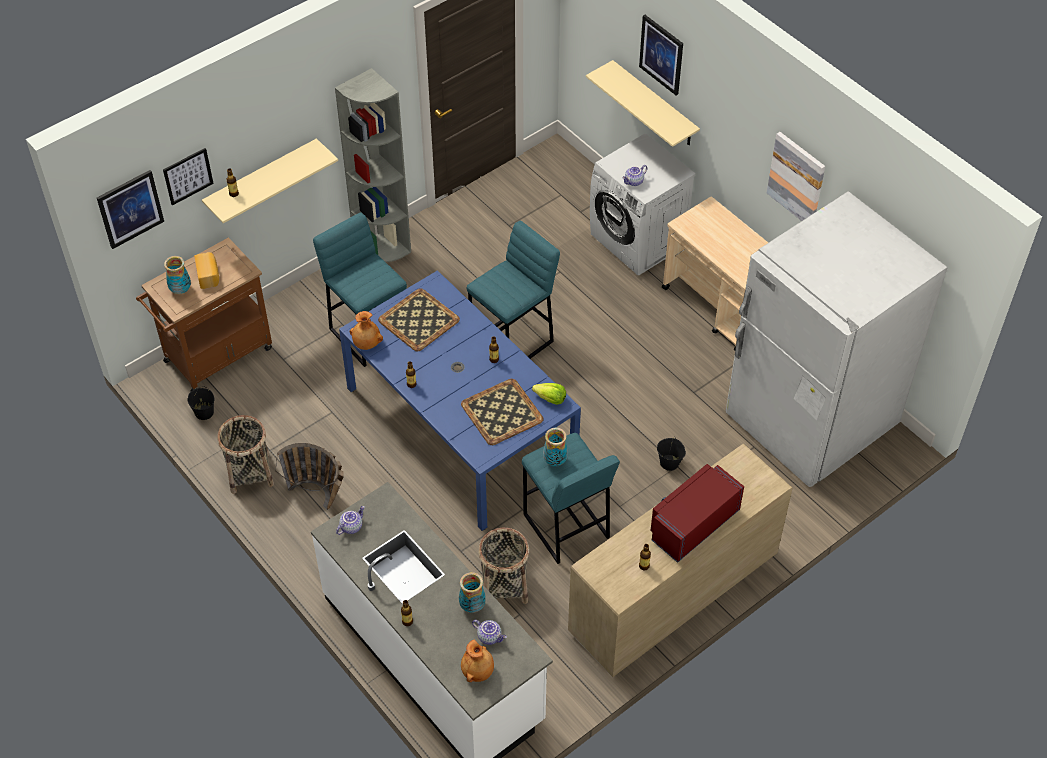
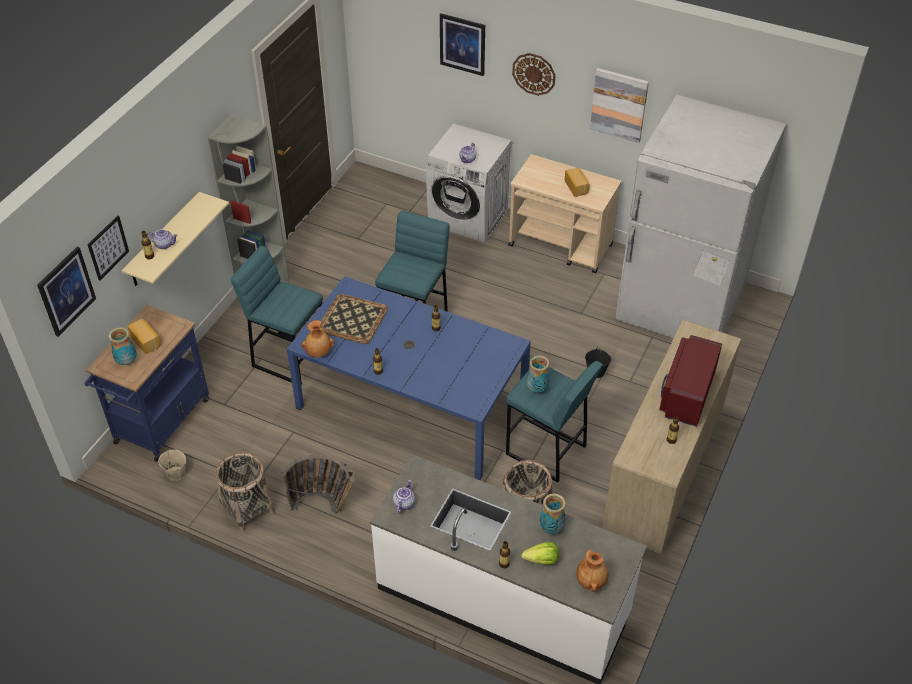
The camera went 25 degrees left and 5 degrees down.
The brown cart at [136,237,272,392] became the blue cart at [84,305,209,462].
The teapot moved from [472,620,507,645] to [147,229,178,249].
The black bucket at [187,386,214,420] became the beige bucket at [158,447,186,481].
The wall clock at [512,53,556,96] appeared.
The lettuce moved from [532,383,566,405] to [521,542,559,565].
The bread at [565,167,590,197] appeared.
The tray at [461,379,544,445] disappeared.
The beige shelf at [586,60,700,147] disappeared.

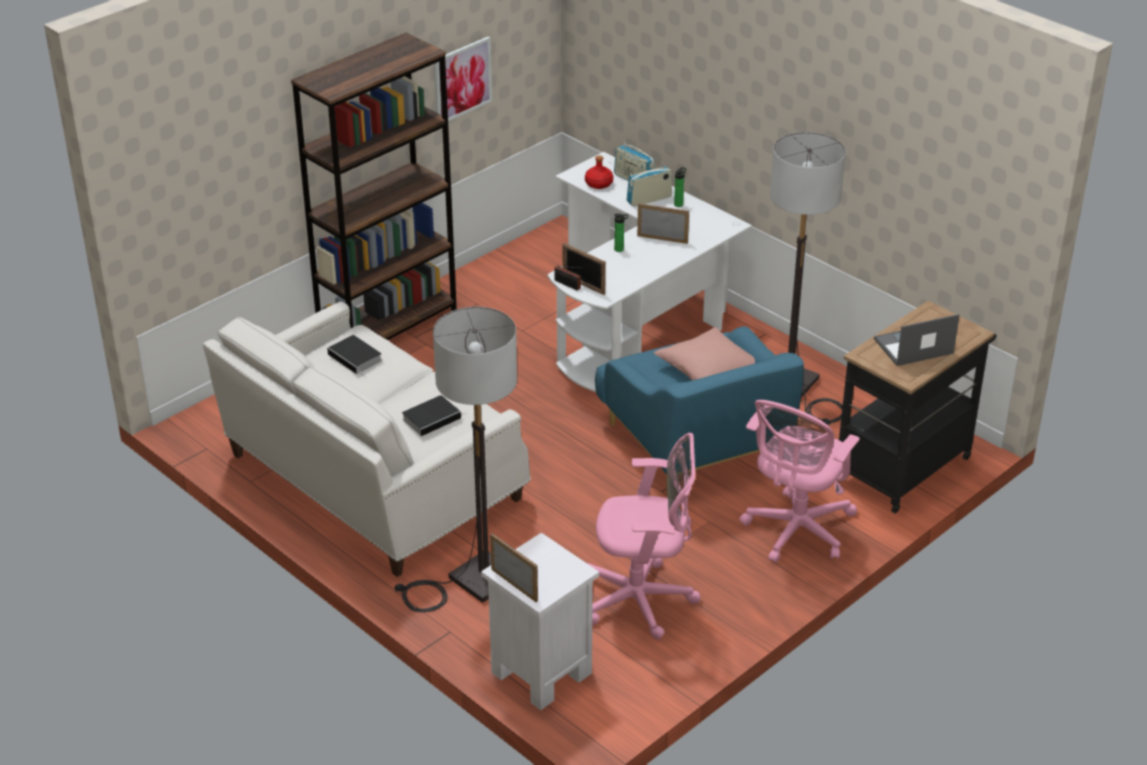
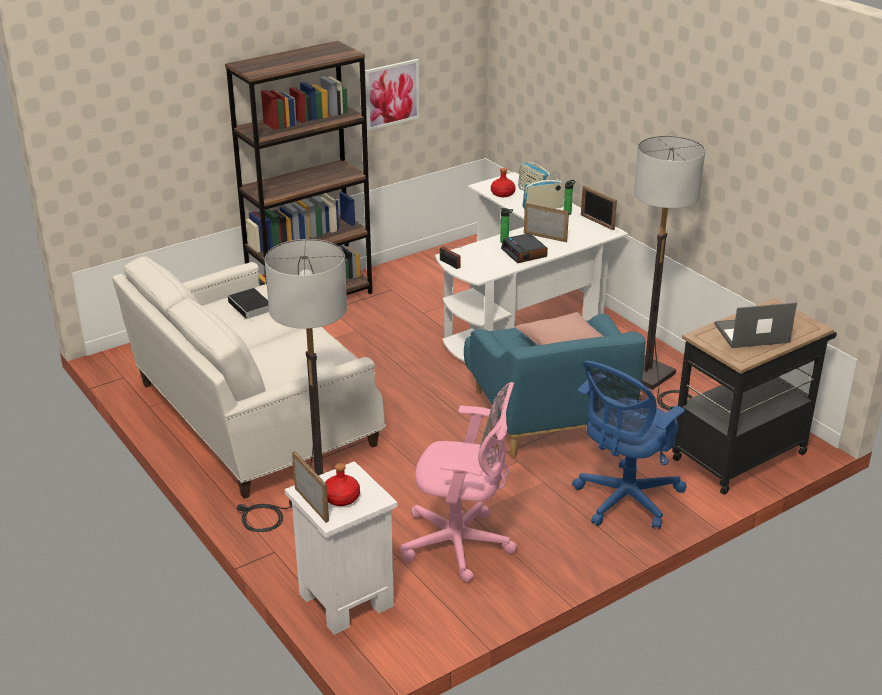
The camera went 10 degrees right and 5 degrees down.
The red bottle at [325,463,360,506] appeared.
The alarm clock at [501,233,548,263] appeared.
The pink office chair at [739,400,860,563] became the blue office chair at [572,361,686,529].
The picture frame moved from [563,243,606,295] to [581,186,617,230].
The book at [402,395,465,436] disappeared.

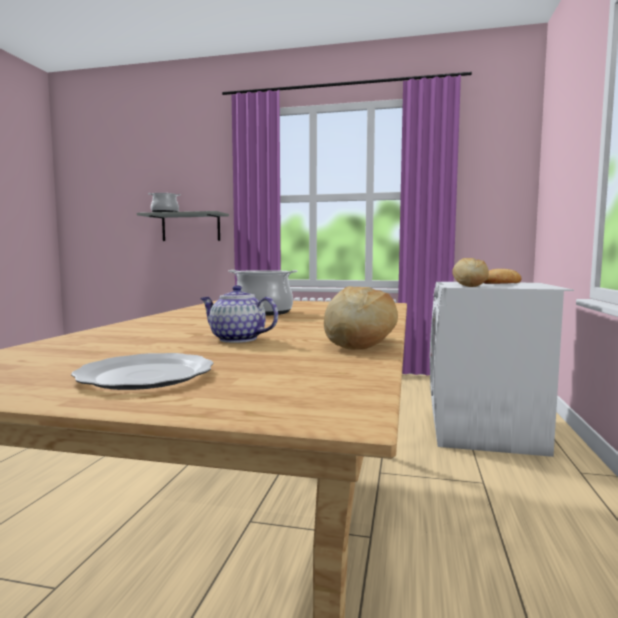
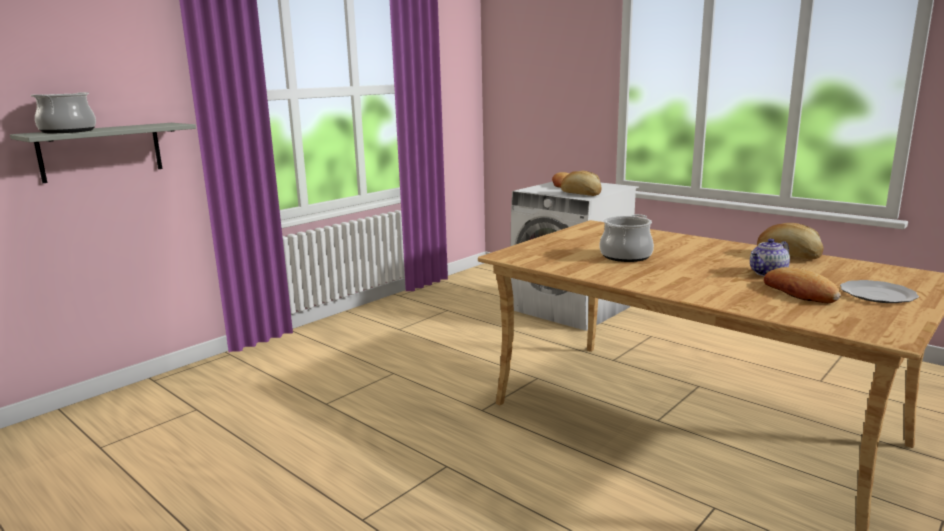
The camera went 60 degrees left and 10 degrees up.
The bread at [764,267,841,303] appeared.

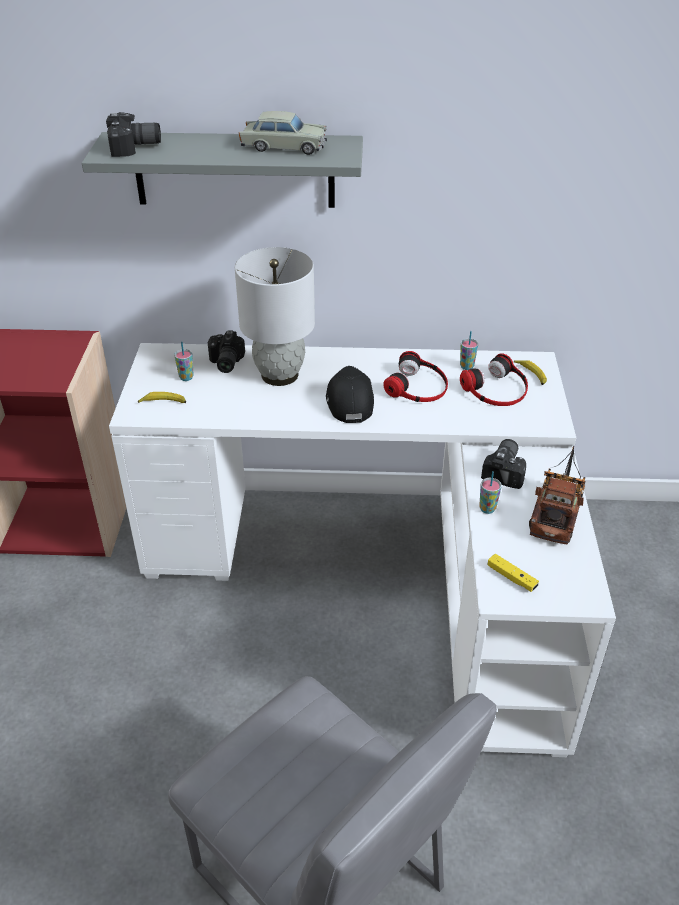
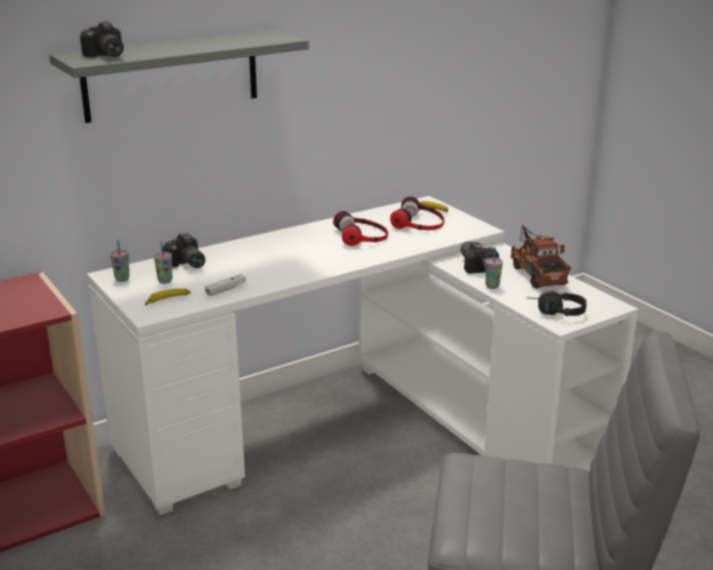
The camera went 35 degrees left and 15 degrees down.
The photo camera at [106,112,161,157] turned 105 degrees clockwise.
The cup moved from [460,331,478,370] to [110,240,129,282].
The white game controller at [205,274,246,296] appeared.
The yellow game controller at [488,554,539,592] was replaced by the black headphones at [526,291,587,316].
The white table lamp at [235,247,315,386] disappeared.
The beige toy car at [239,111,327,155] disappeared.
The black cap at [326,366,374,423] disappeared.

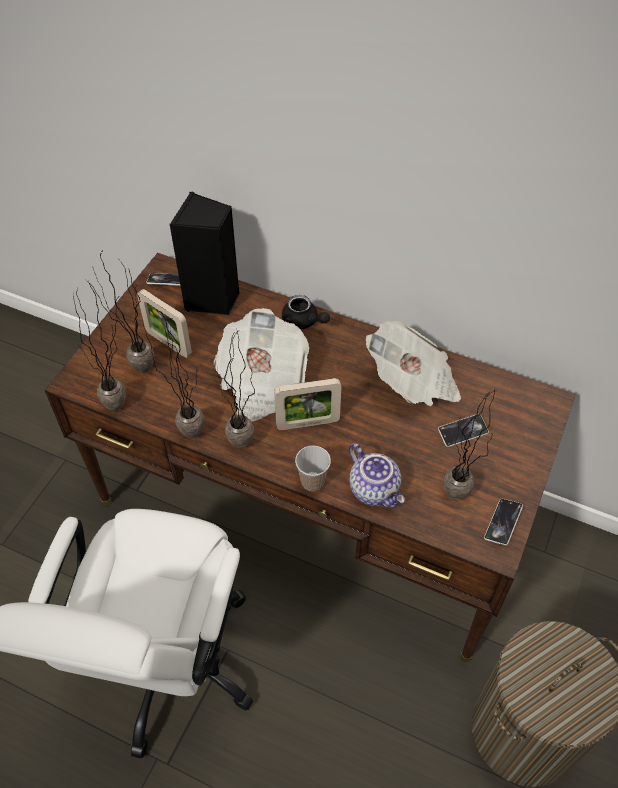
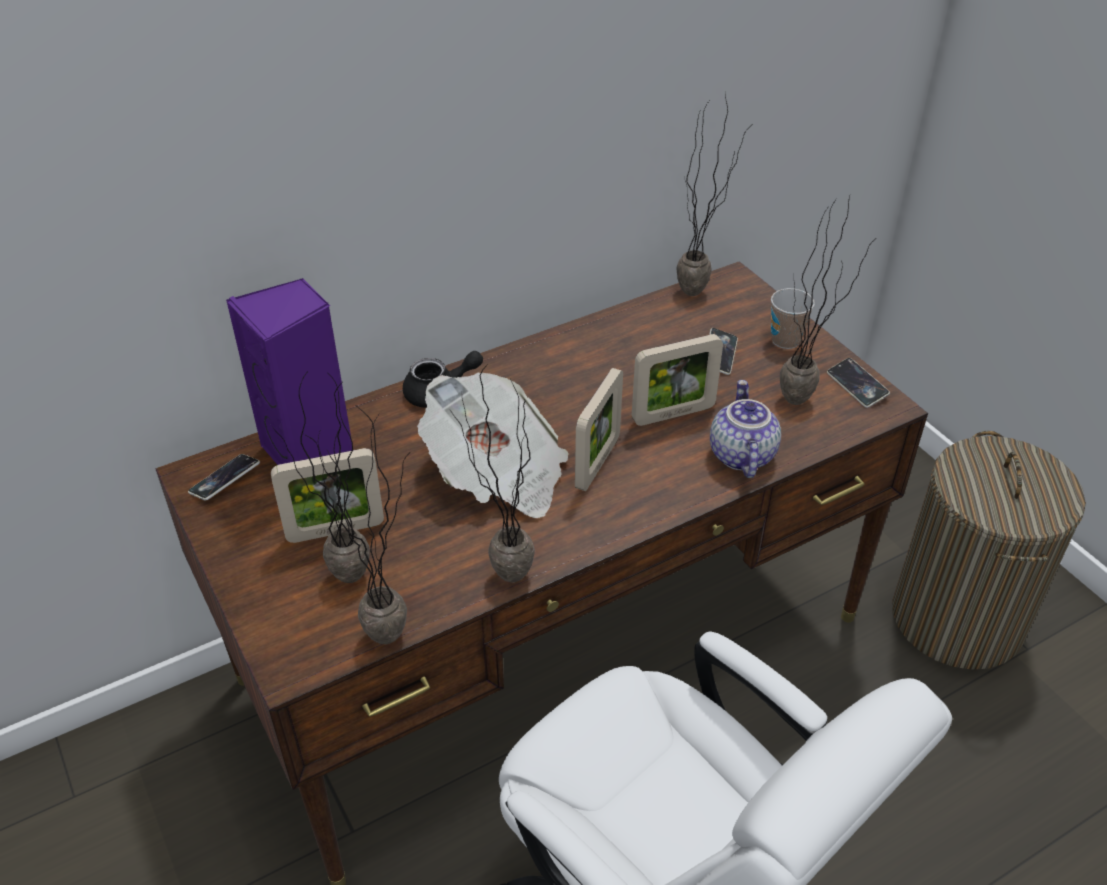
The camera went 55 degrees left and 10 degrees down.
The black speaker at [170,192,240,315] became the purple speaker at [226,278,352,465].
The picture frame at [632,334,723,426] appeared.
The potted plant moved from [217,331,255,448] to [676,94,750,296].
The teapot at [349,443,405,508] turned 90 degrees counterclockwise.
The cup moved from [295,445,331,491] to [771,288,815,349].
The newspaper at [366,321,461,406] disappeared.

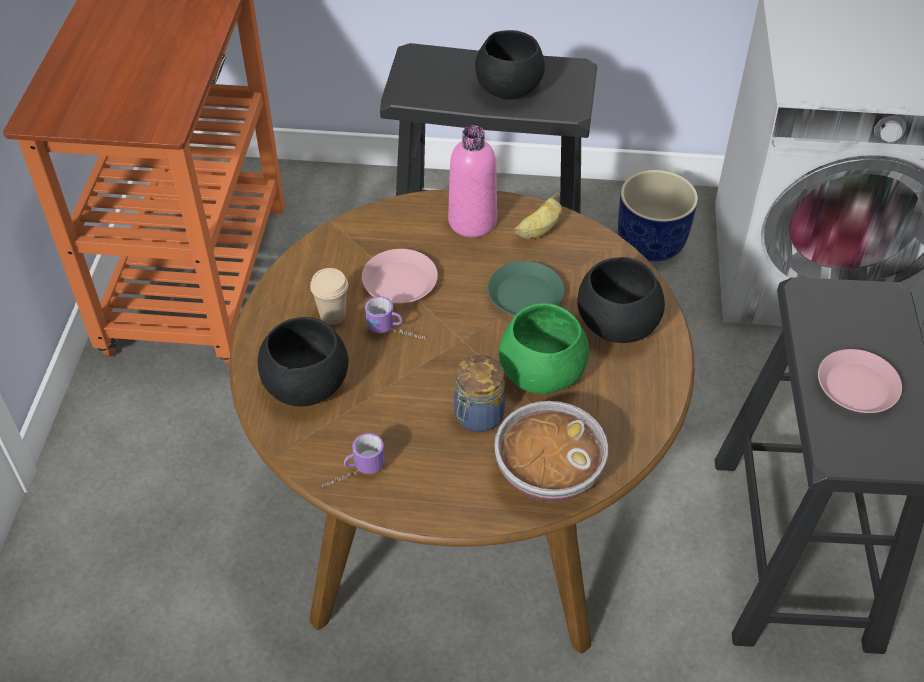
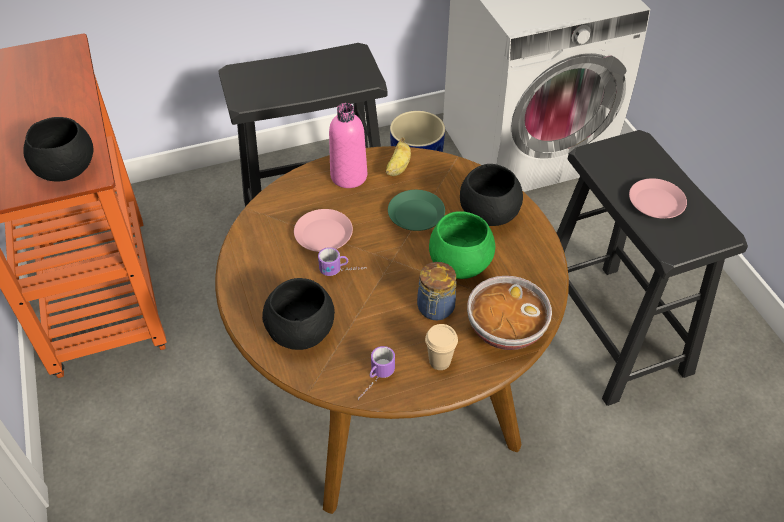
The camera went 25 degrees left and 0 degrees up.
The black bowl moved from [475,30,545,99] to [23,117,93,181].
The beige cup moved from [310,268,348,325] to [425,324,458,370].

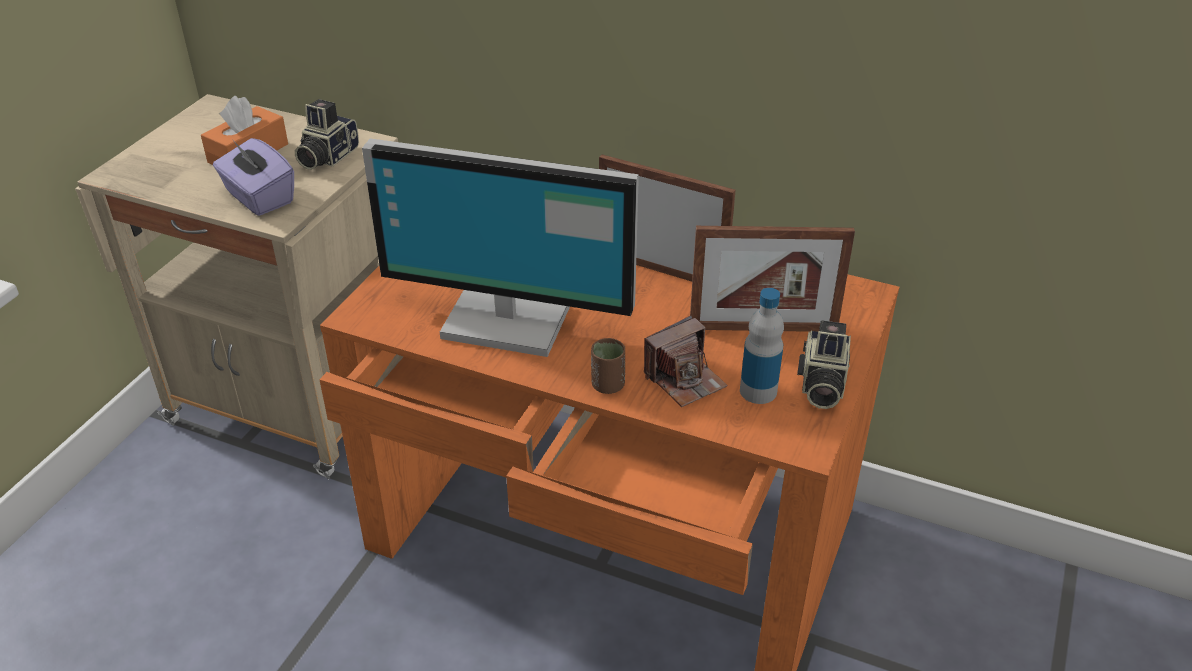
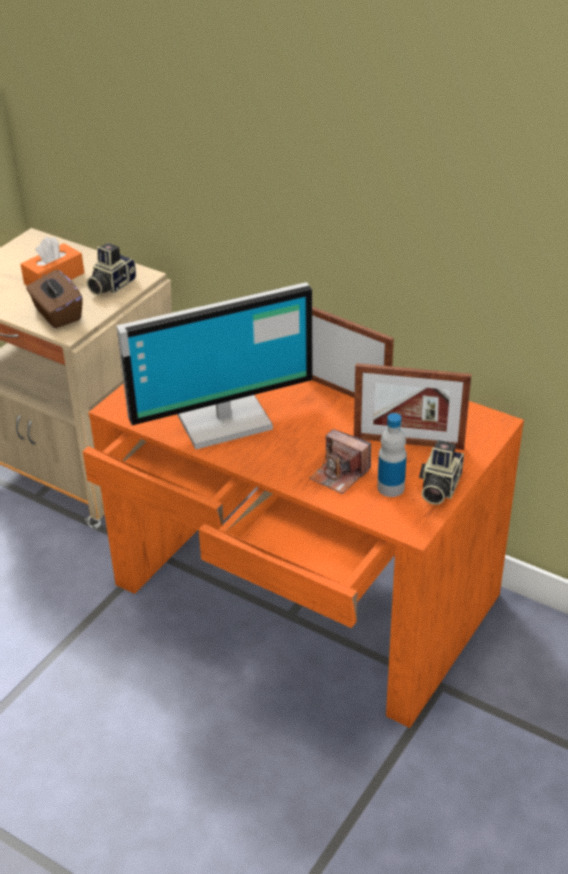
The camera went 10 degrees right and 0 degrees up.
The purple tissue box at [213,138,294,216] became the brown tissue box at [26,270,83,328].
The monitor at [362,138,639,357] turned 45 degrees counterclockwise.
The photo camera at [644,316,728,407] turned 60 degrees clockwise.
The brown cup at [591,338,625,394] disappeared.

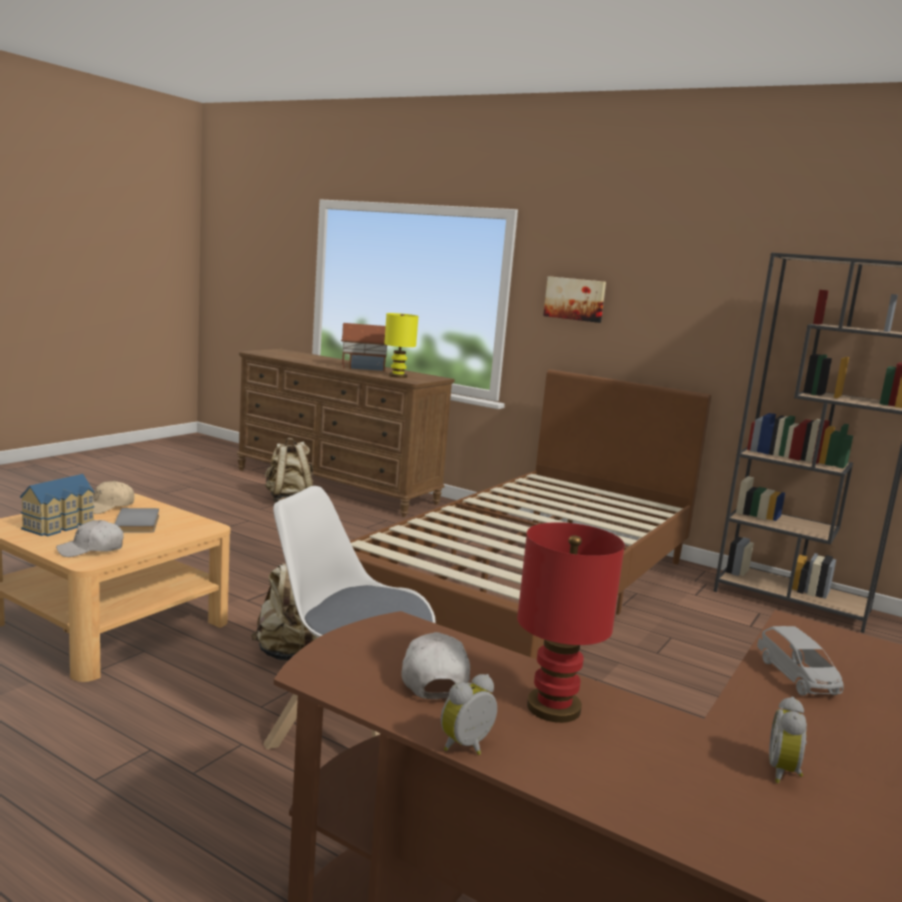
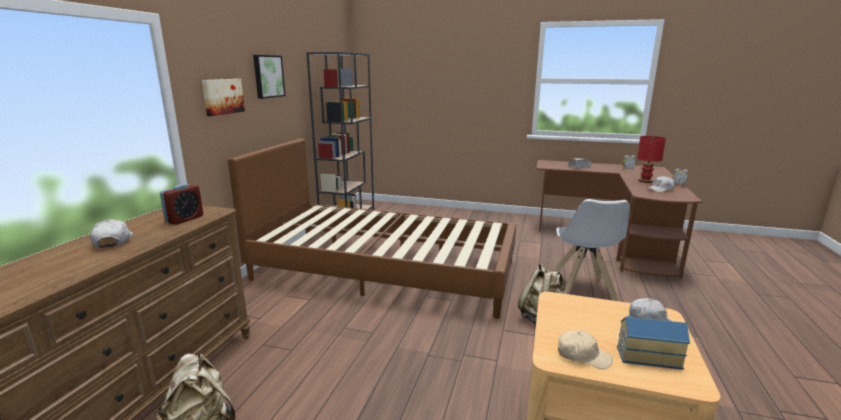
The camera went 105 degrees left and 5 degrees up.
The toy house at [341,323,387,371] was replaced by the white cap at [90,219,133,248].
The yellow table lamp at [384,313,419,378] was replaced by the alarm clock at [160,184,203,225].
The picture at [253,55,285,99] appeared.
The grey book at [114,508,159,533] disappeared.

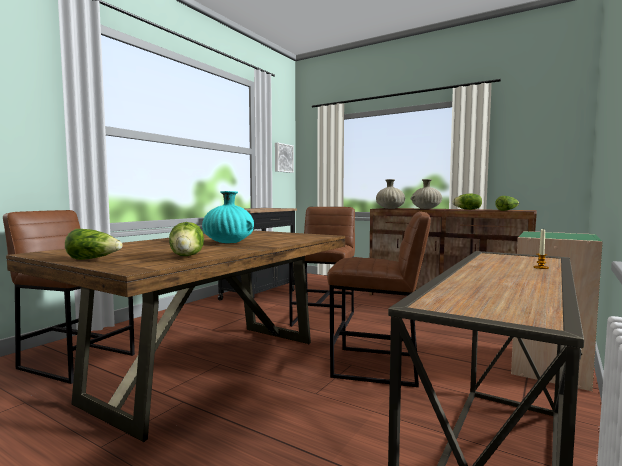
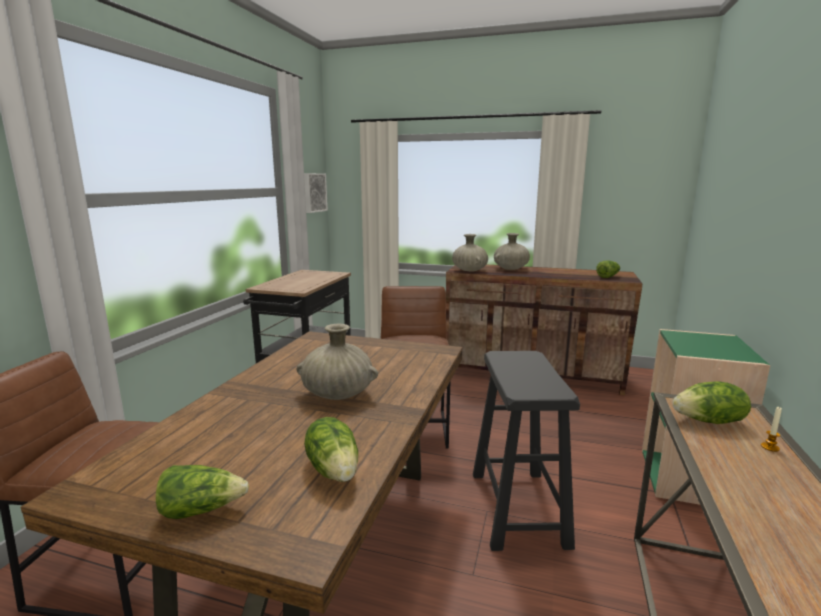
The camera went 15 degrees left and 10 degrees up.
The turquoise vase at [202,191,254,243] became the beige vase at [297,324,378,400].
The brown chair at [327,211,431,387] was replaced by the black stool at [473,351,580,551].
The lettuce moved from [453,194,482,210] to [673,381,751,424].

